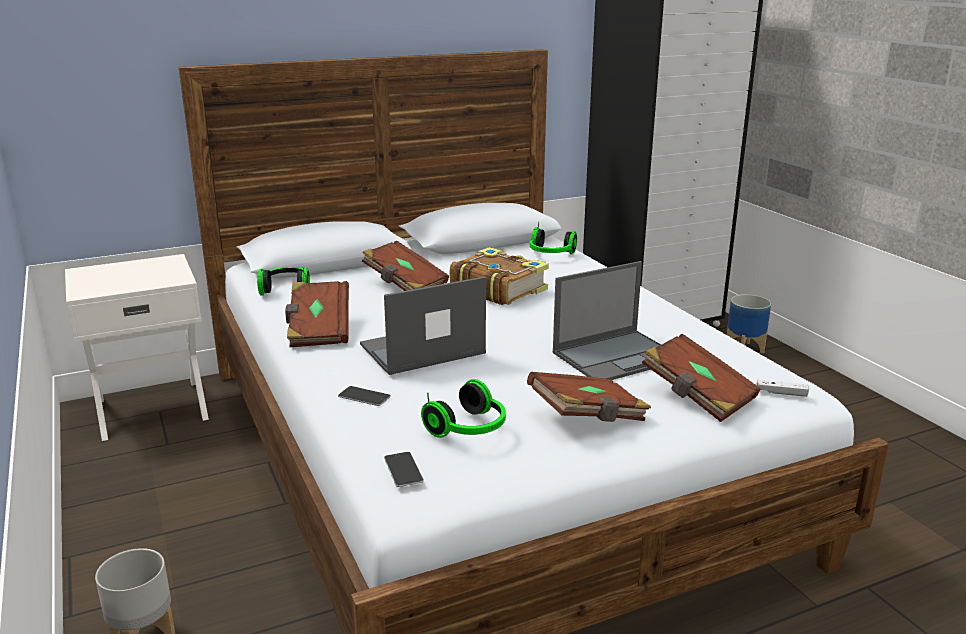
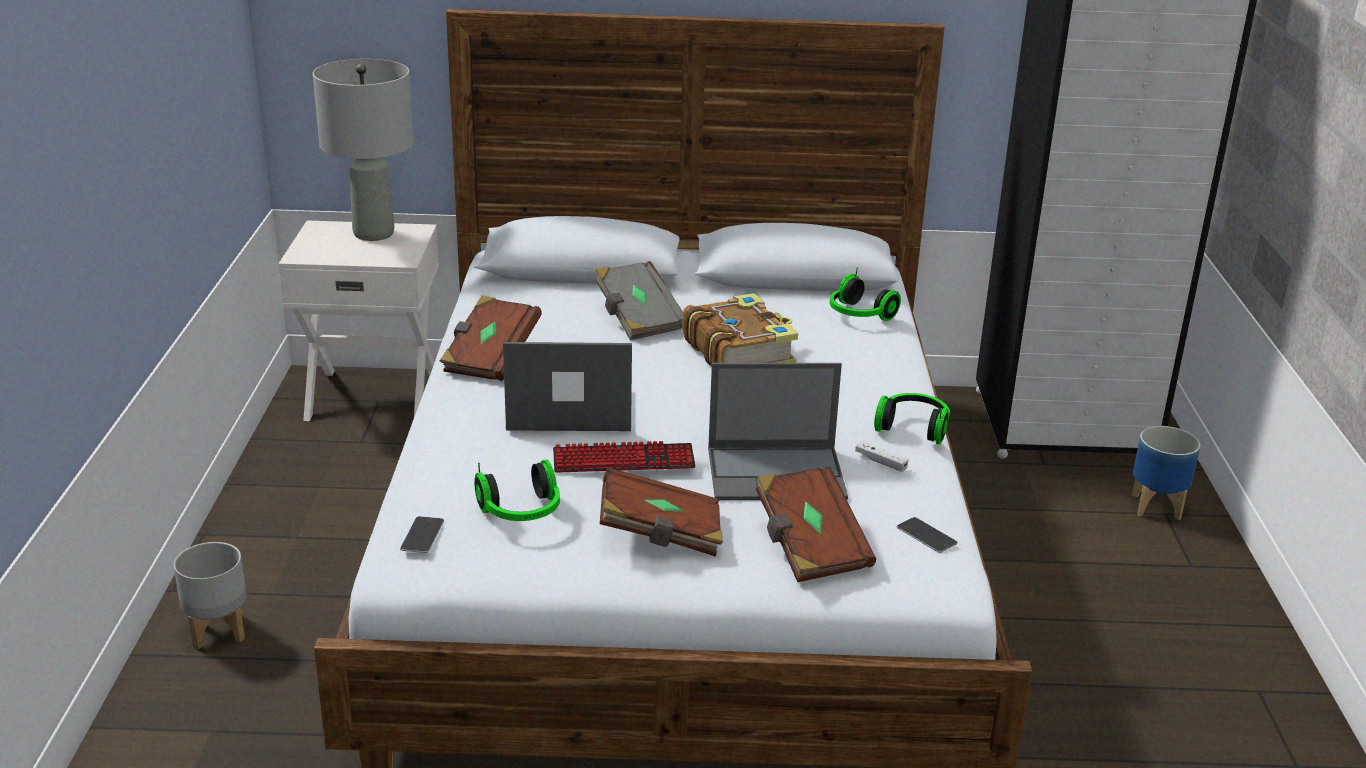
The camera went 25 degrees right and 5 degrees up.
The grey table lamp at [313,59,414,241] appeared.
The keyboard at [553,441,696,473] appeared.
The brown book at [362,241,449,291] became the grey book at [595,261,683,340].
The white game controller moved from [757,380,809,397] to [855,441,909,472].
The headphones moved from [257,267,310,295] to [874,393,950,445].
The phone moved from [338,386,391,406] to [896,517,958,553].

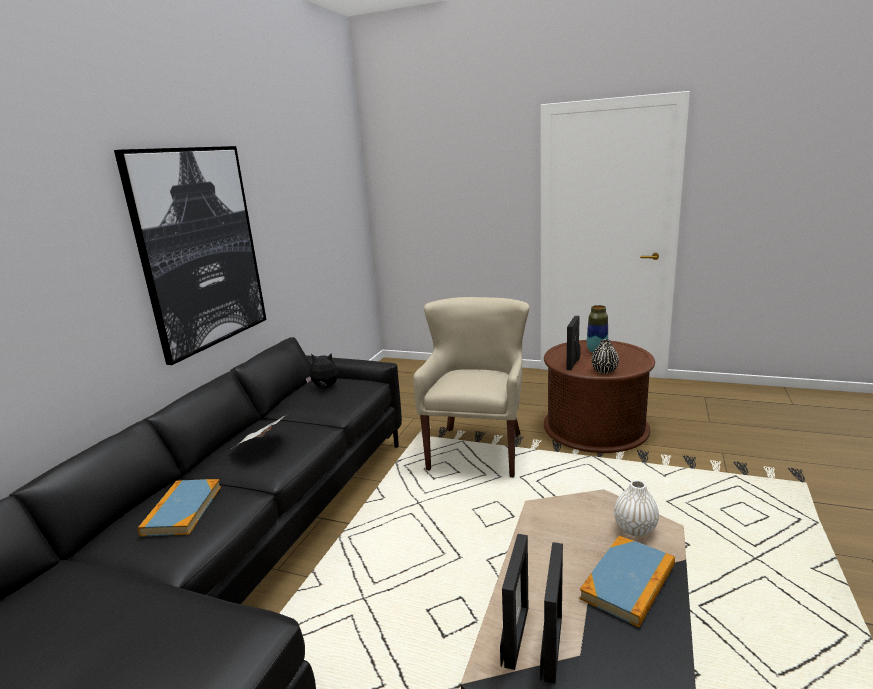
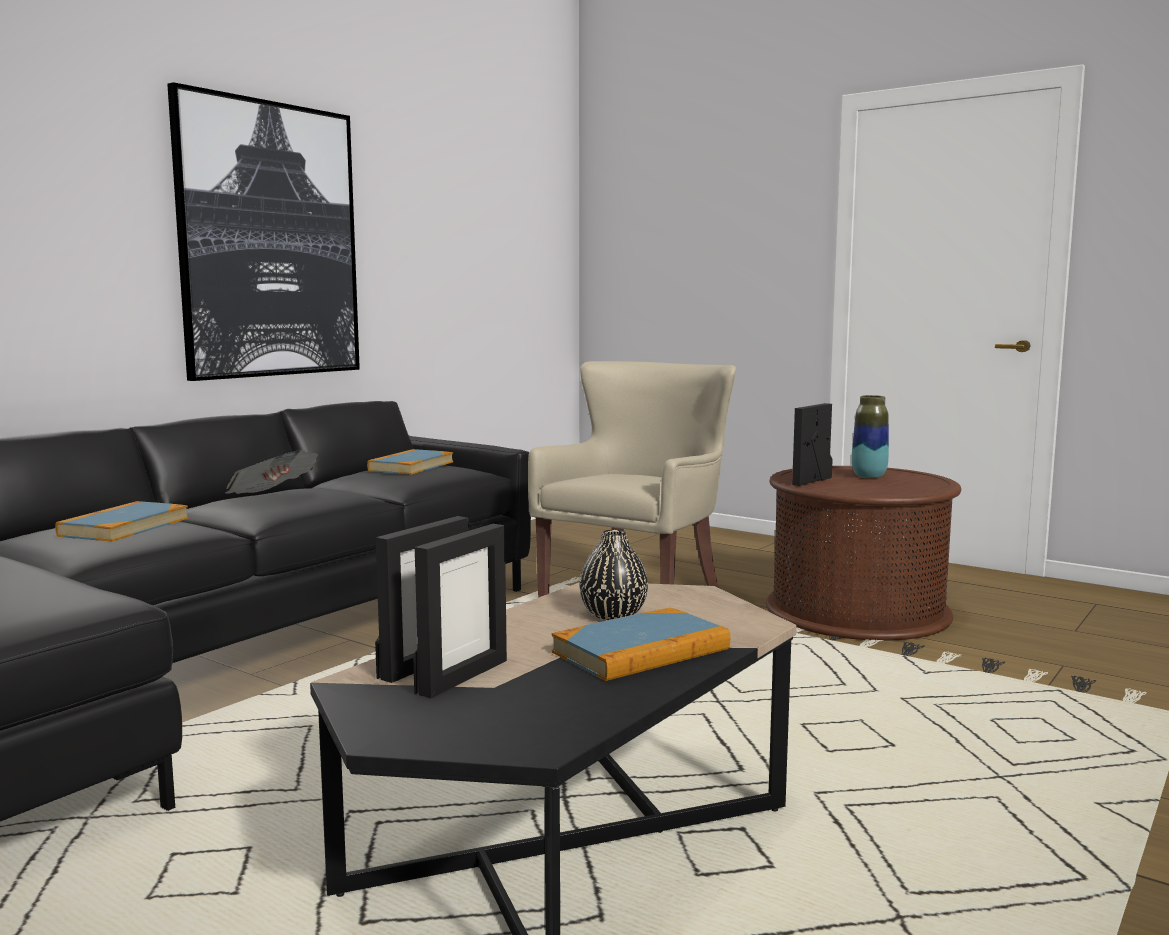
The camera went 15 degrees right and 10 degrees down.
The plush toy at [306,353,338,388] was replaced by the book at [367,449,453,475].
The black vase moved from [591,339,619,374] to [580,530,648,620].
The white vase at [614,480,659,536] disappeared.

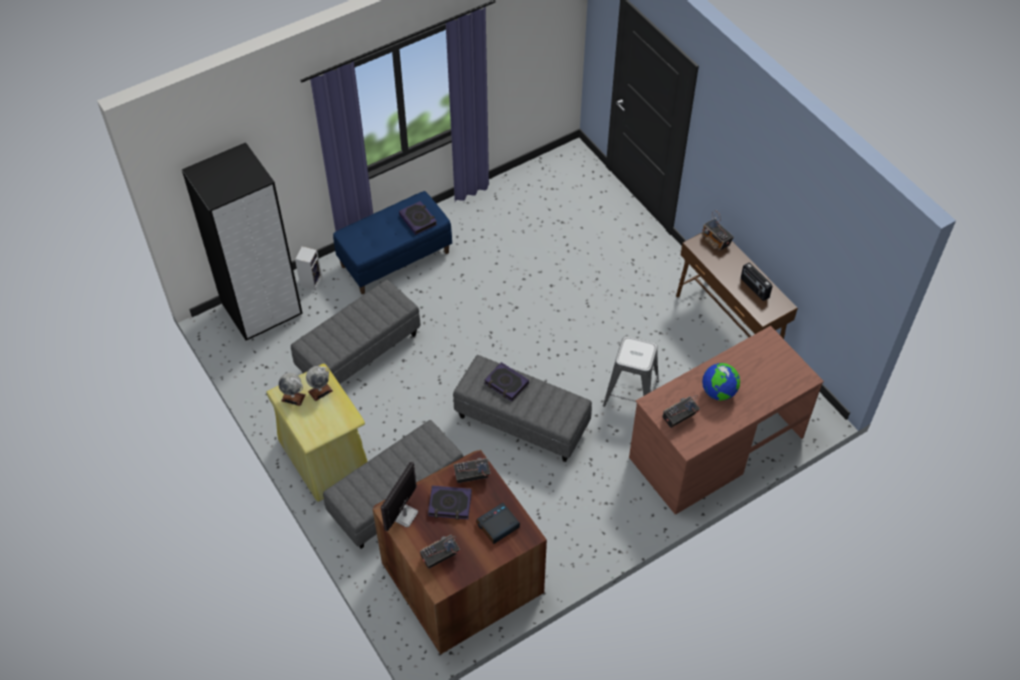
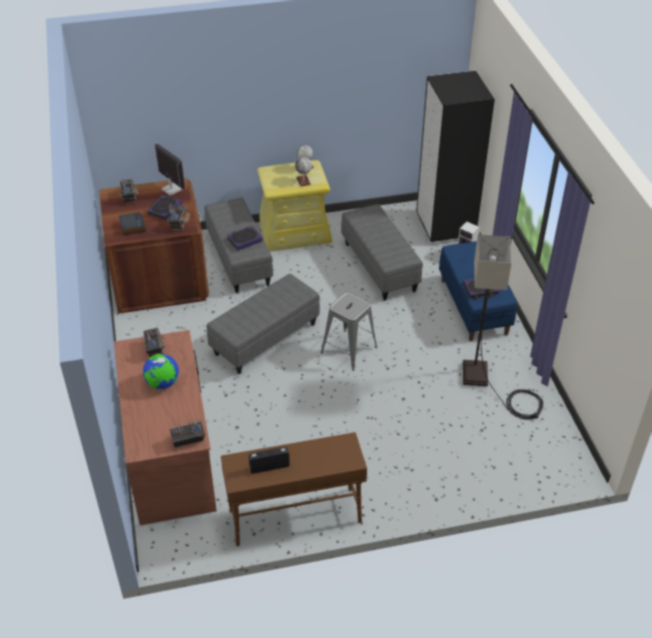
The camera went 110 degrees right and 10 degrees down.
The radio moved from [702,210,734,251] to [169,418,206,448].
The book moved from [484,362,529,401] to [227,226,263,251].
The grey stool moved from [603,336,659,407] to [321,292,377,371].
The floor lamp at [463,235,543,420] appeared.

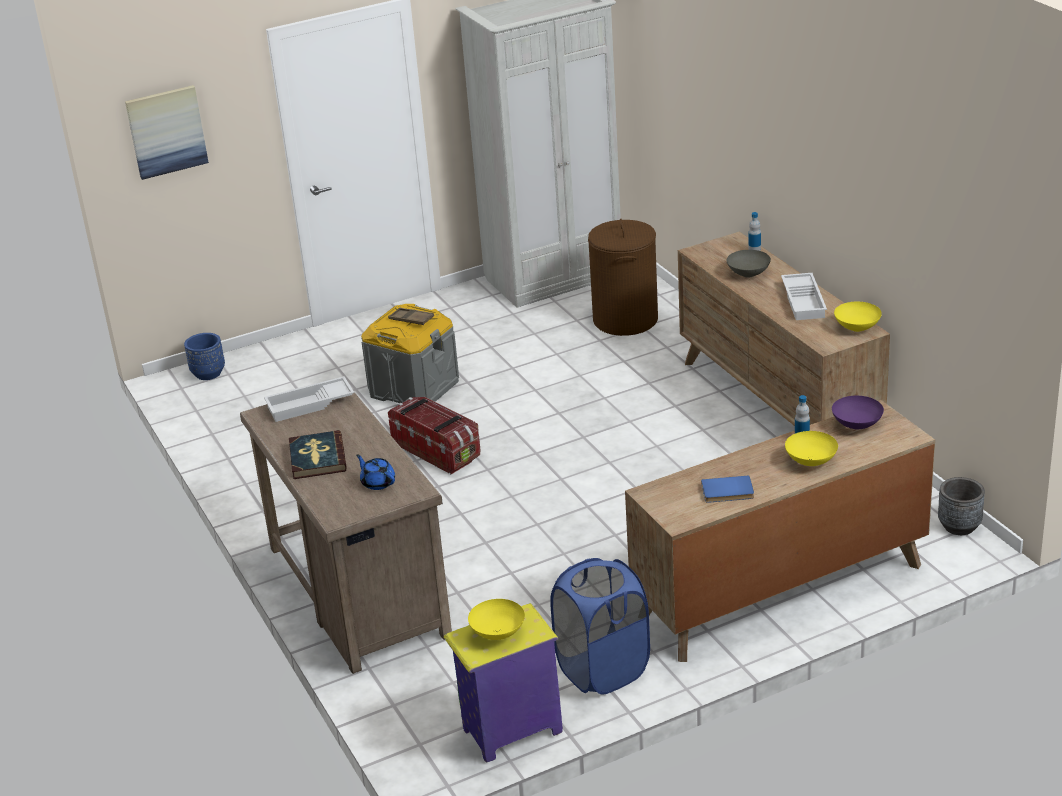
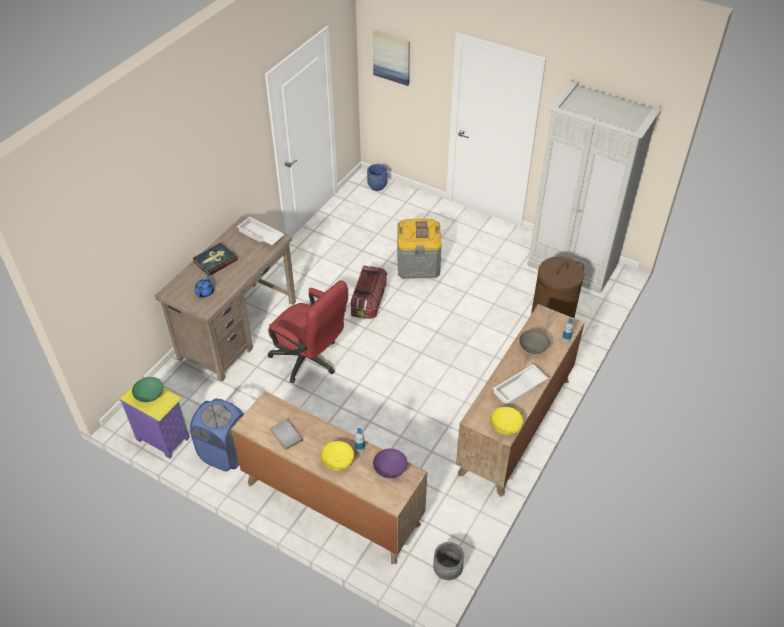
The camera went 55 degrees right and 15 degrees up.
The yellow bowl at [468,599,525,640] became the green bowl at [132,377,163,402].
The red office chair at [268,281,348,383] appeared.
The blue book at [701,476,754,503] became the grey book at [271,419,303,450].

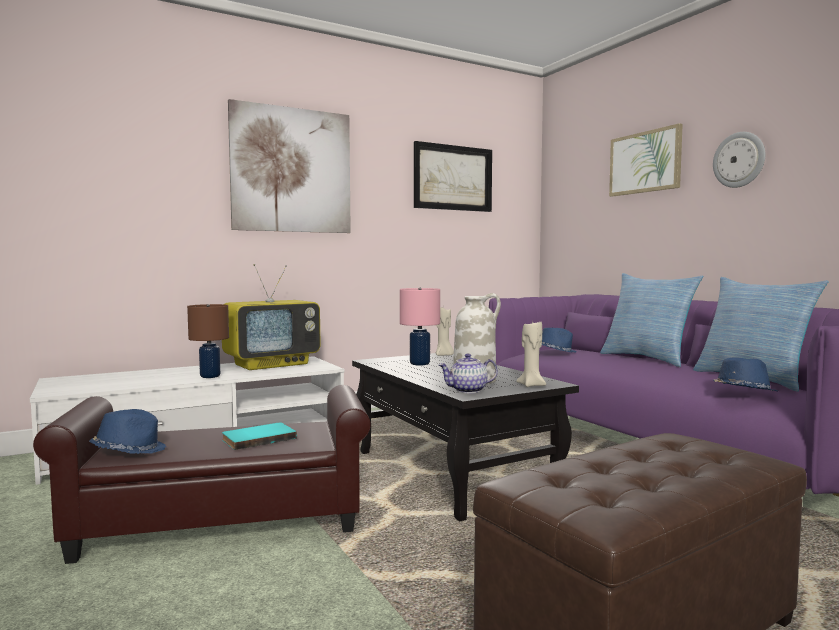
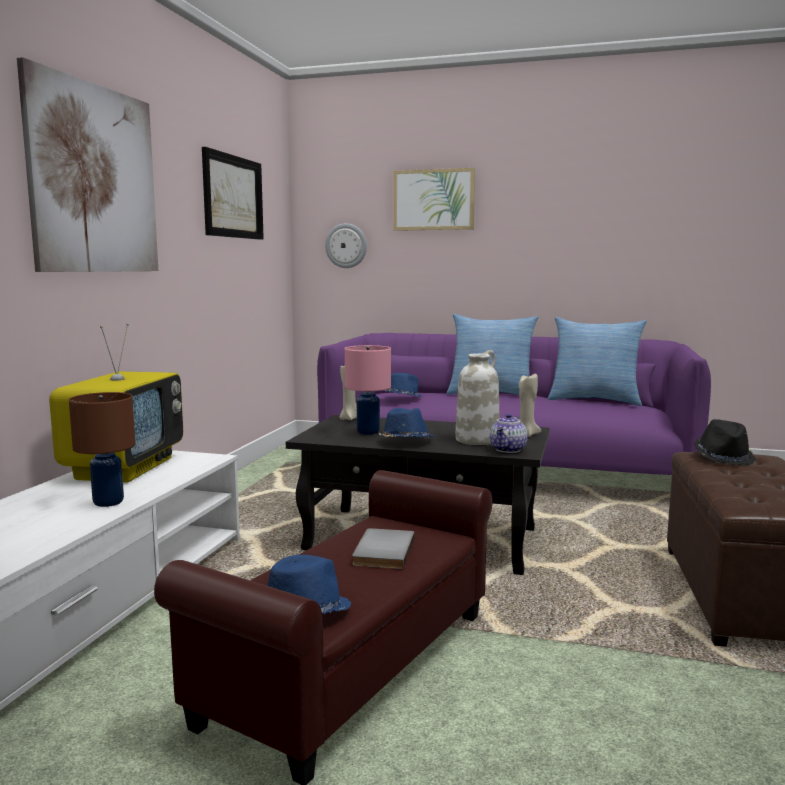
The camera went 45 degrees left and 5 degrees up.
The wall clock moved from [713,132,765,188] to [325,223,367,268].
The turquoise book at [222,423,297,450] became the grey book at [352,528,415,569].
The blue hat moved from [713,357,778,391] to [379,408,435,437].
The black hat at [694,419,756,466] appeared.

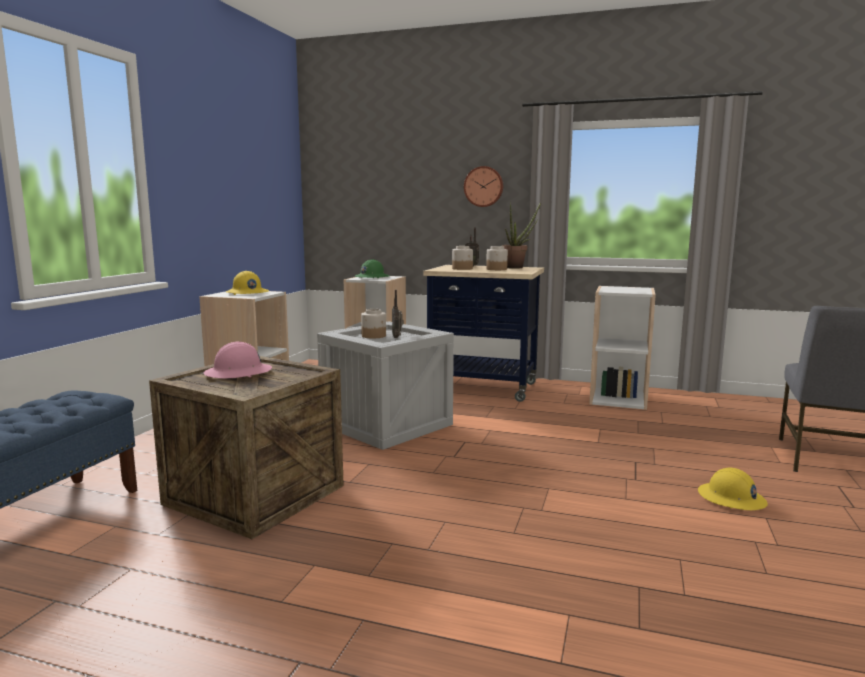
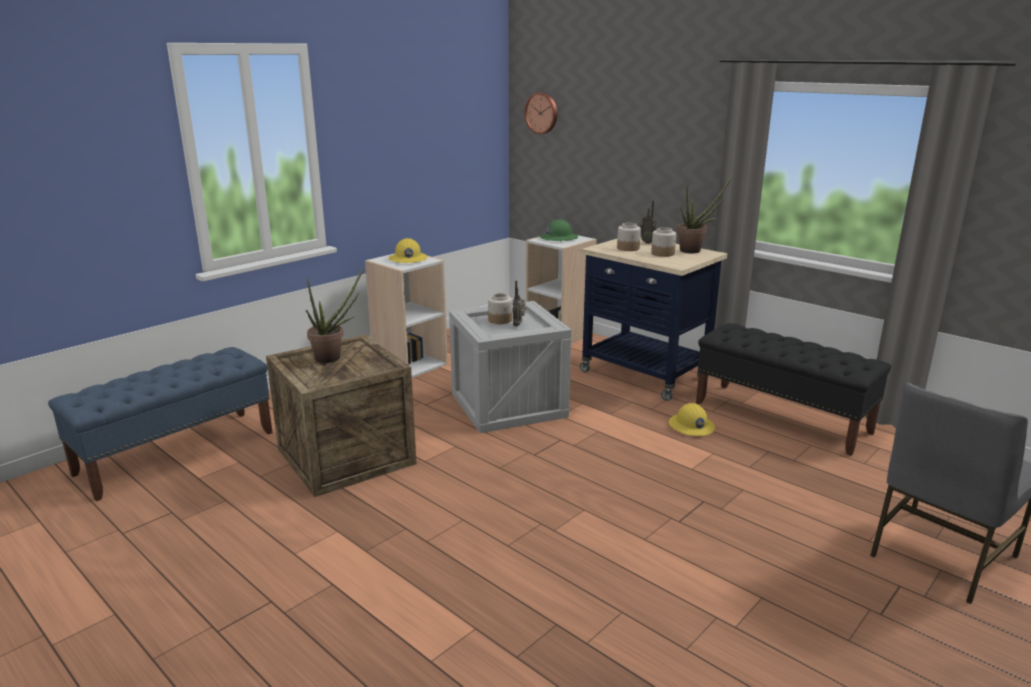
The camera went 25 degrees right and 10 degrees up.
The pink hard hat at [204,341,272,378] was replaced by the potted plant at [306,267,364,363].
The wall clock moved from [464,166,503,207] to [524,93,557,134].
The yellow hard hat moved from [698,468,768,510] to [669,403,715,436].
The bookcase at [589,286,656,410] was replaced by the black bench at [696,323,891,456].

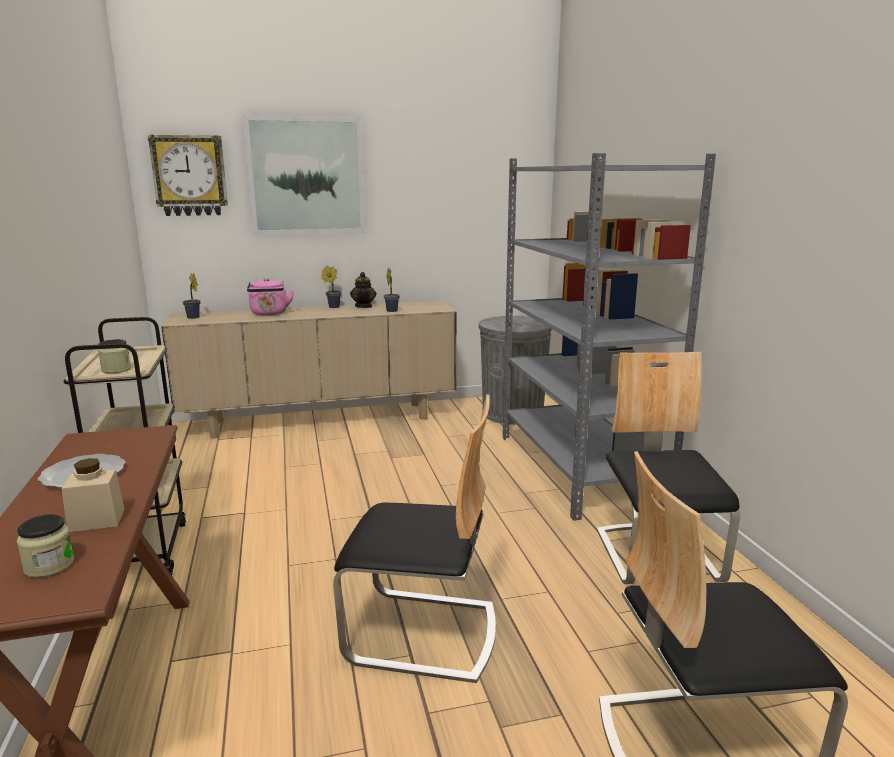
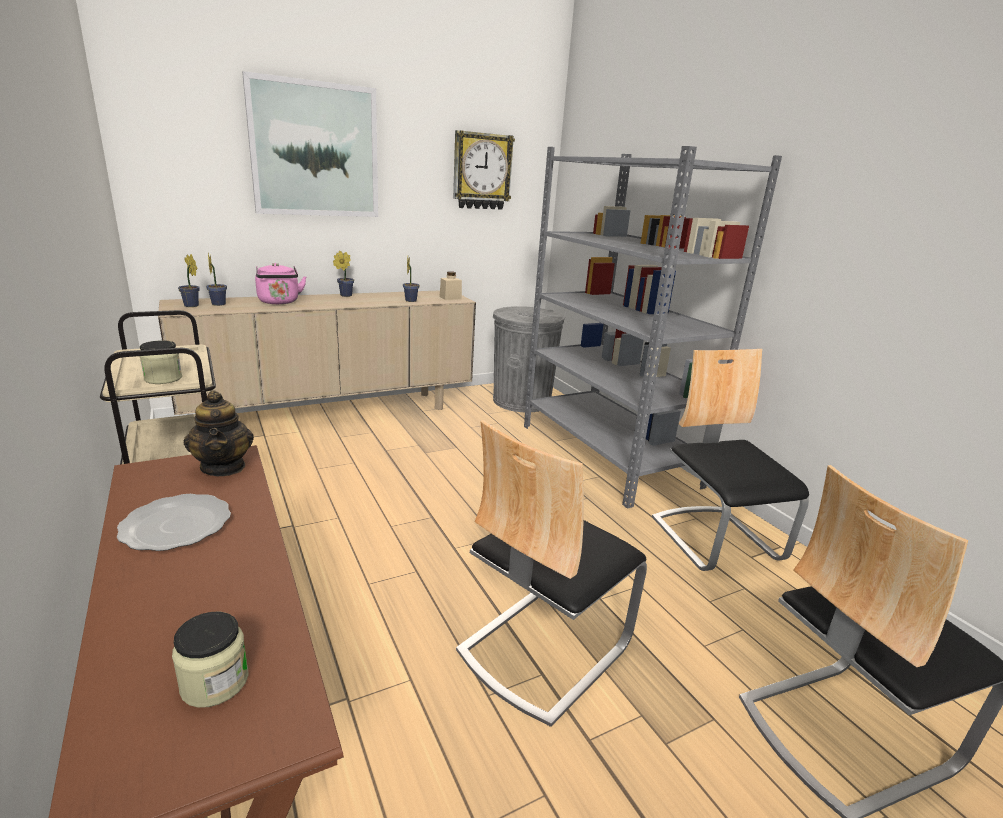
The camera went 15 degrees left and 5 degrees up.
The teapot moved from [350,272,376,308] to [184,390,254,476].
The potted plant at [206,253,227,306] appeared.
The beige jar moved from [61,458,125,532] to [440,271,462,300].
The wall clock moved from [148,135,228,216] to [453,130,515,210].
The chair at [333,394,496,683] turned 135 degrees clockwise.

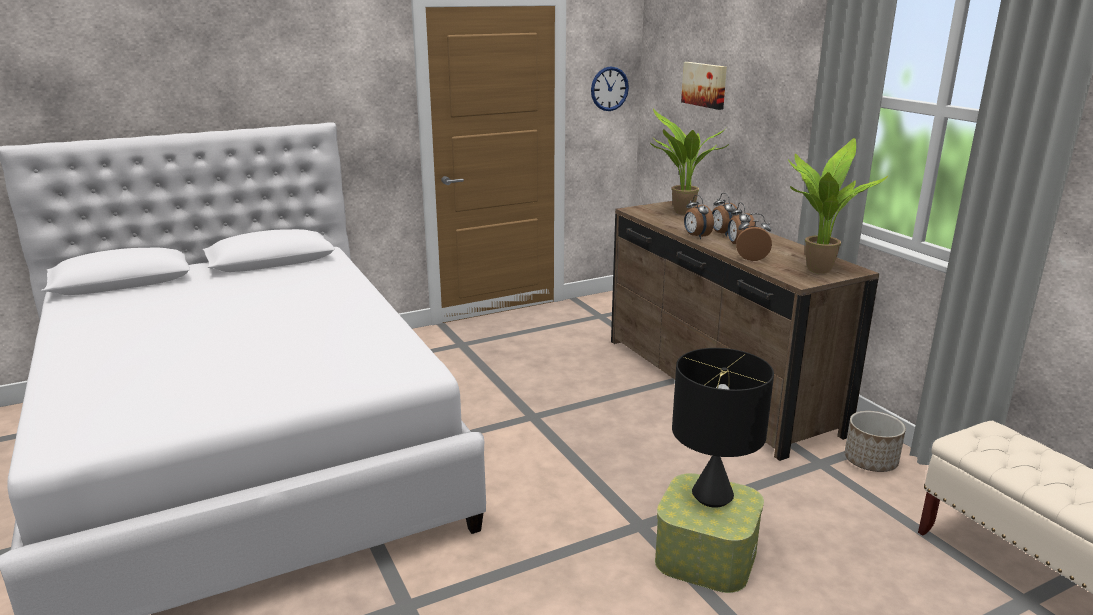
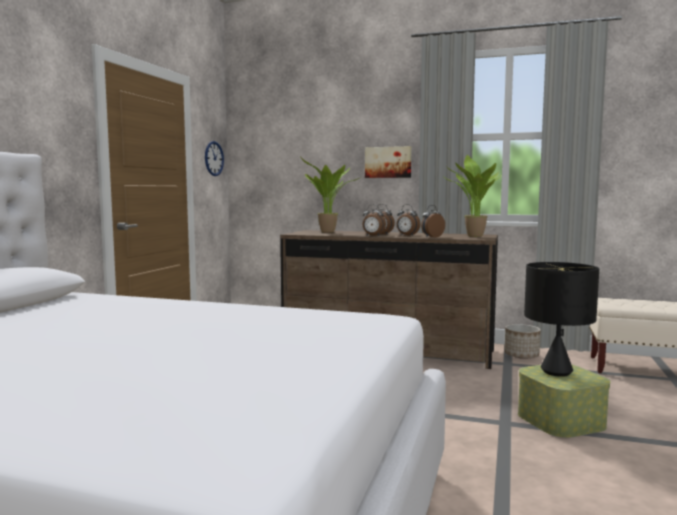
The camera went 45 degrees left and 15 degrees down.
The picture moved from [681,62,727,110] to [365,146,412,178].

